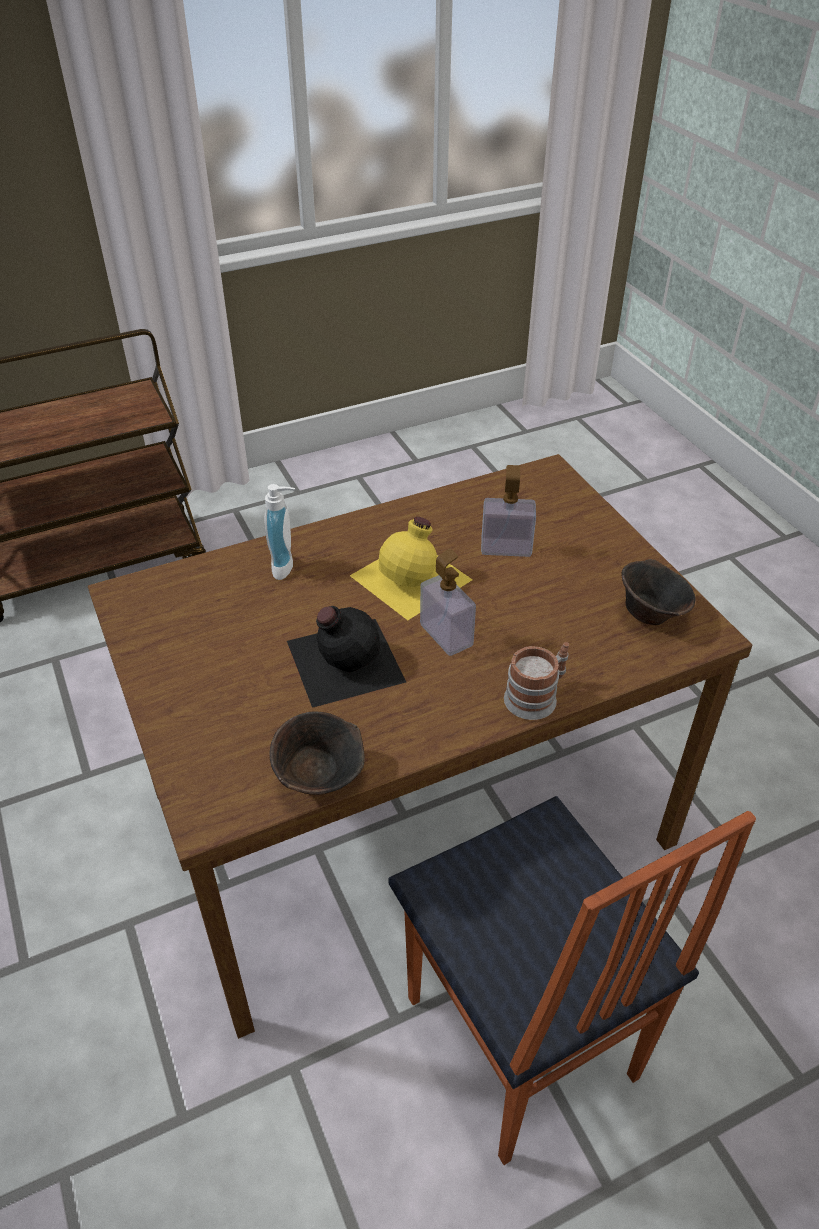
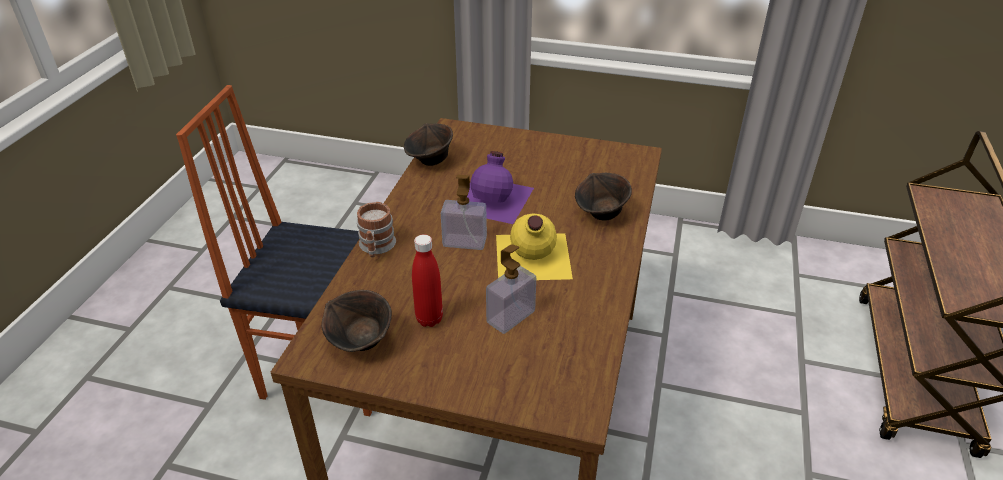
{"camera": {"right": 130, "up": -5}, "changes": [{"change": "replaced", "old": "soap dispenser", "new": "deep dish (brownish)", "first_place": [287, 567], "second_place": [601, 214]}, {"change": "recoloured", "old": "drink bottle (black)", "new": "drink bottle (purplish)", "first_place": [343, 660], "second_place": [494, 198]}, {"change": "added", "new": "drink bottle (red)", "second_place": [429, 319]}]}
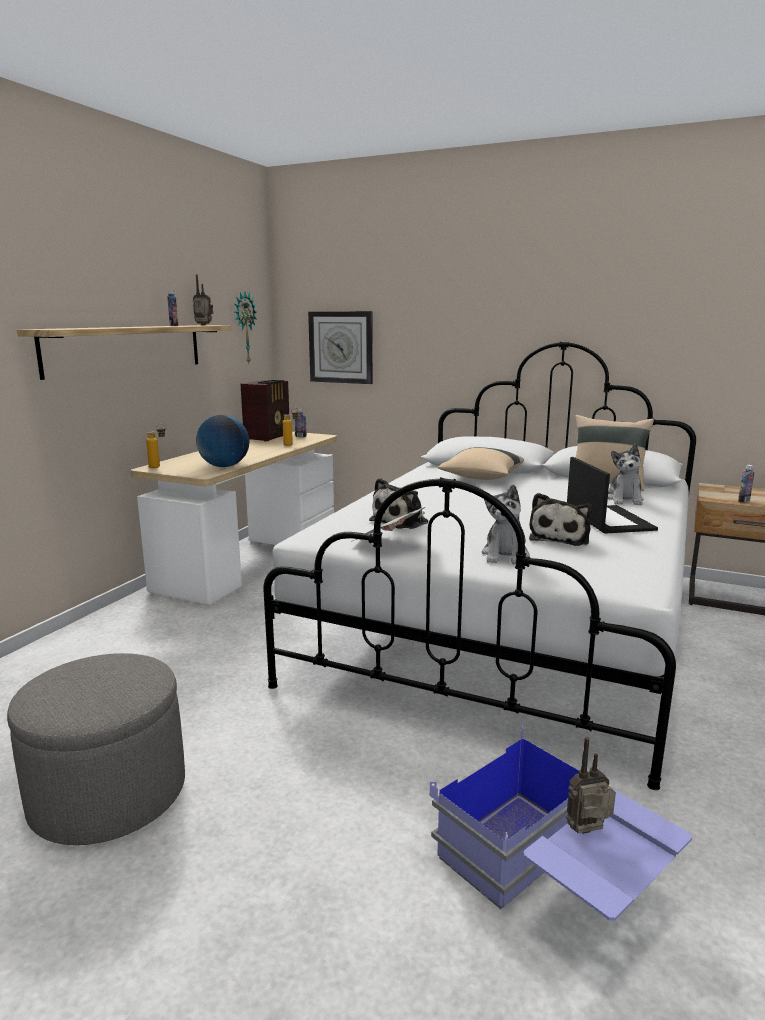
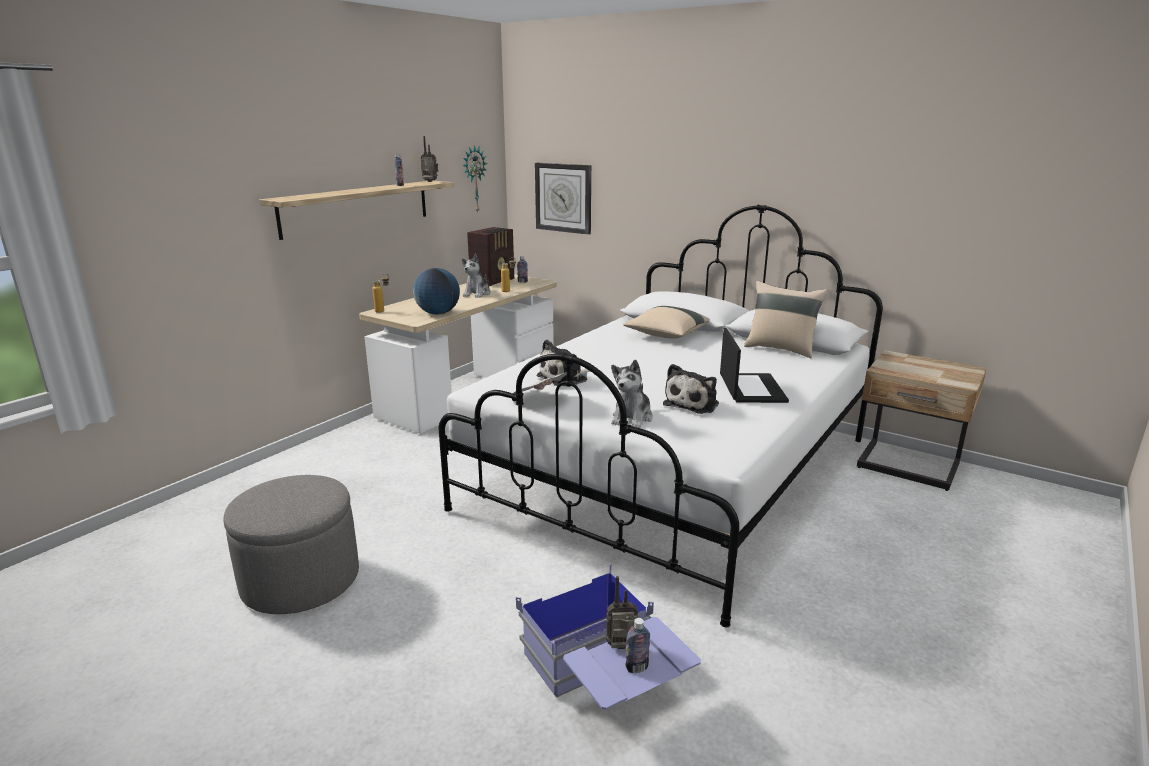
{"camera": {"right": 10, "up": 5}, "changes": [{"change": "moved", "old": "soft toy", "first_place": [624, 499], "second_place": [477, 294]}, {"change": "moved", "old": "drink bottle", "first_place": [743, 501], "second_place": [637, 668]}]}
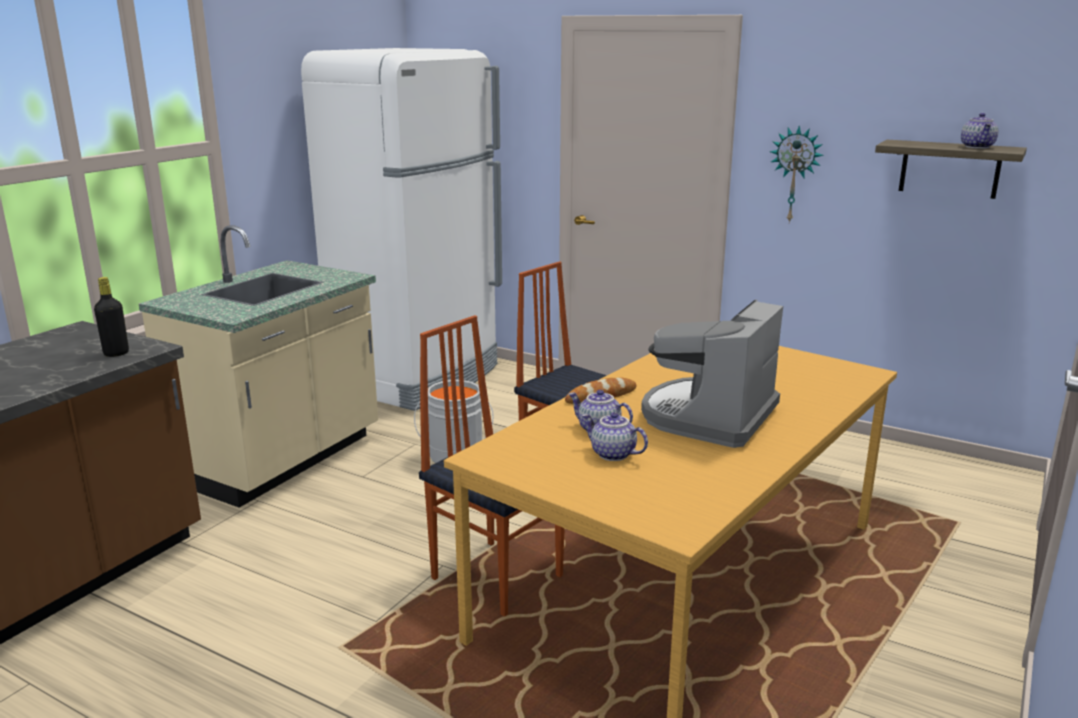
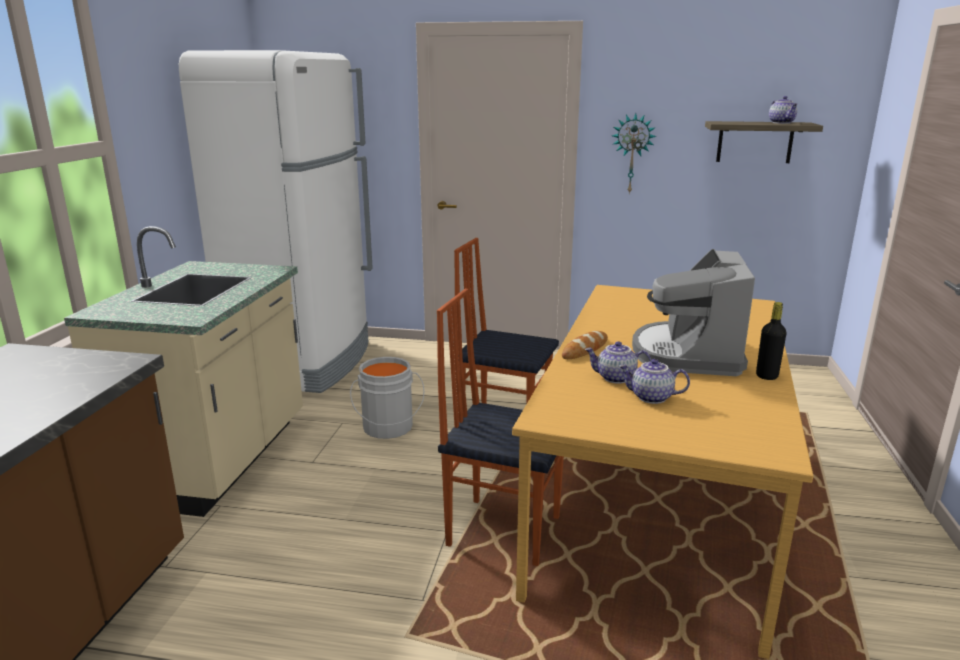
{"camera": {"right": -20, "up": 0}, "changes": [{"change": "moved", "old": "drink bottle (black)", "first_place": [116, 353], "second_place": [766, 376]}]}
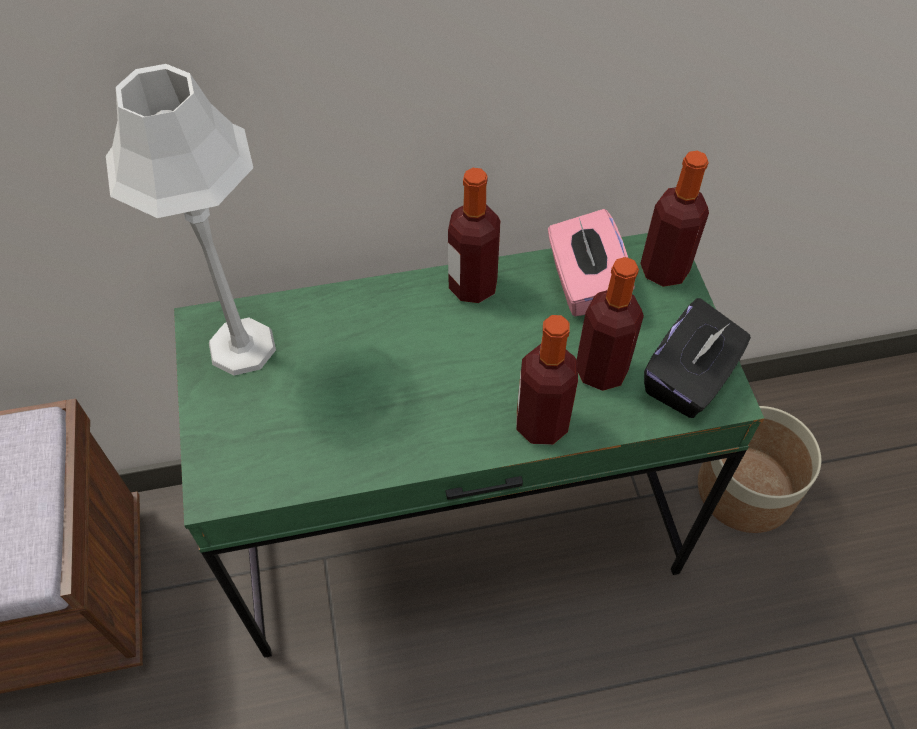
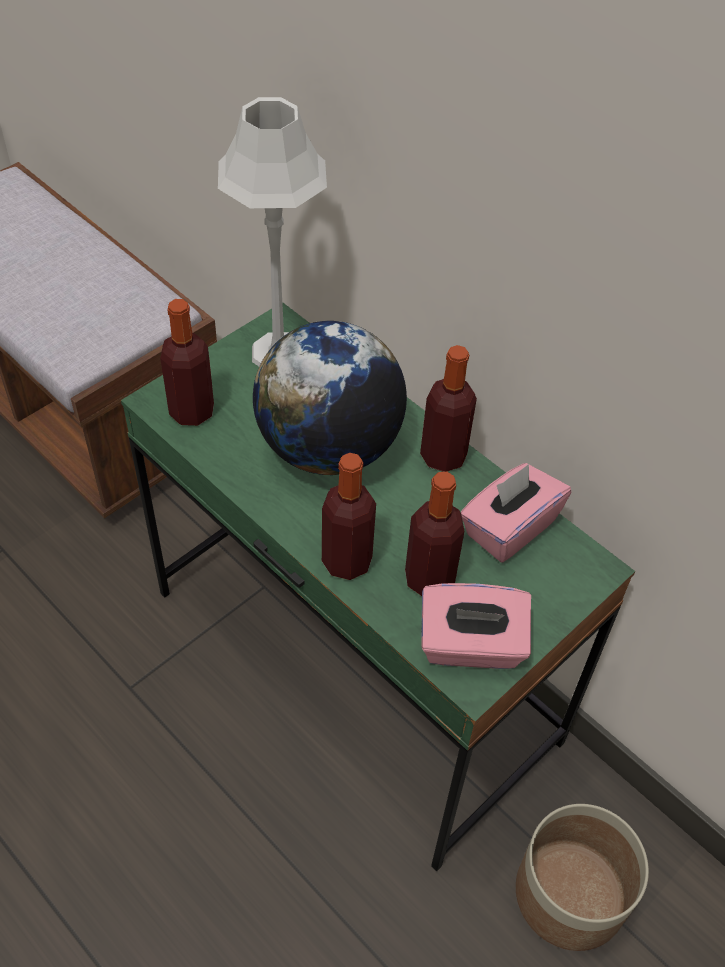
{"camera": {"right": 55, "up": -5}, "changes": [{"change": "moved", "old": "drink bottle", "first_place": [664, 270], "second_place": [192, 411]}, {"change": "recoloured", "old": "tissue box (black)", "new": "tissue box (pink-coloured)", "first_place": [689, 379], "second_place": [471, 646]}, {"change": "added", "new": "desk globe", "second_place": [328, 448]}]}
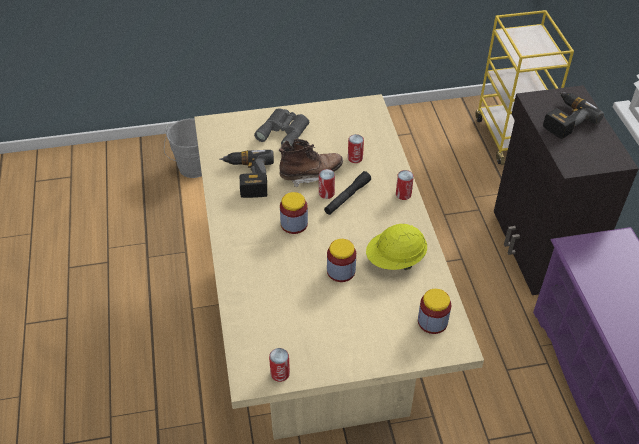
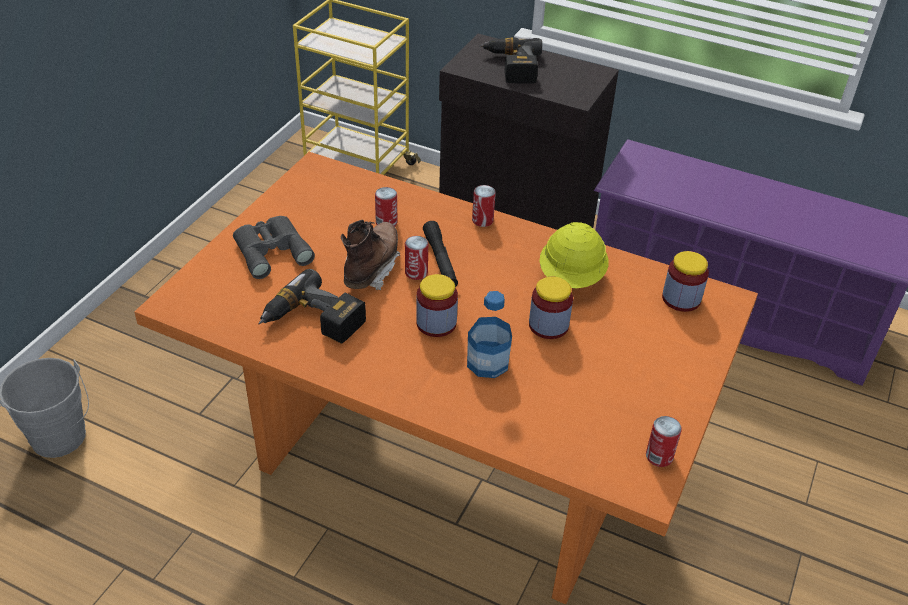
{"camera": {"right": -55, "up": -5}, "changes": [{"change": "recoloured", "old": "dining table (beige-coloured)", "new": "dining table (orange-coloured)", "first_place": [317, 326], "second_place": [444, 466]}, {"change": "added", "new": "drink bottle", "second_place": [487, 362]}]}
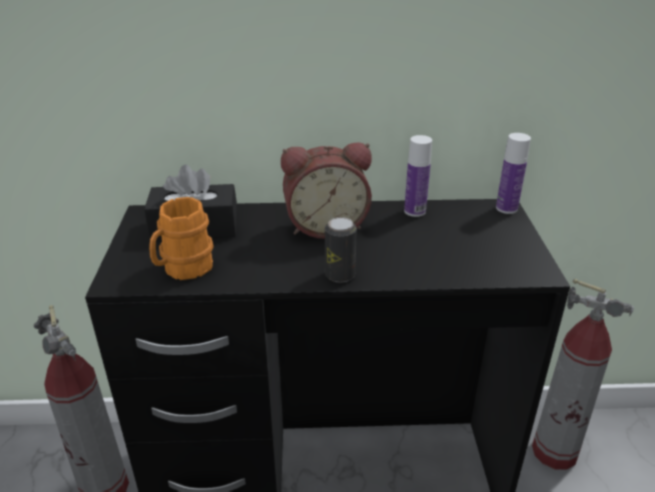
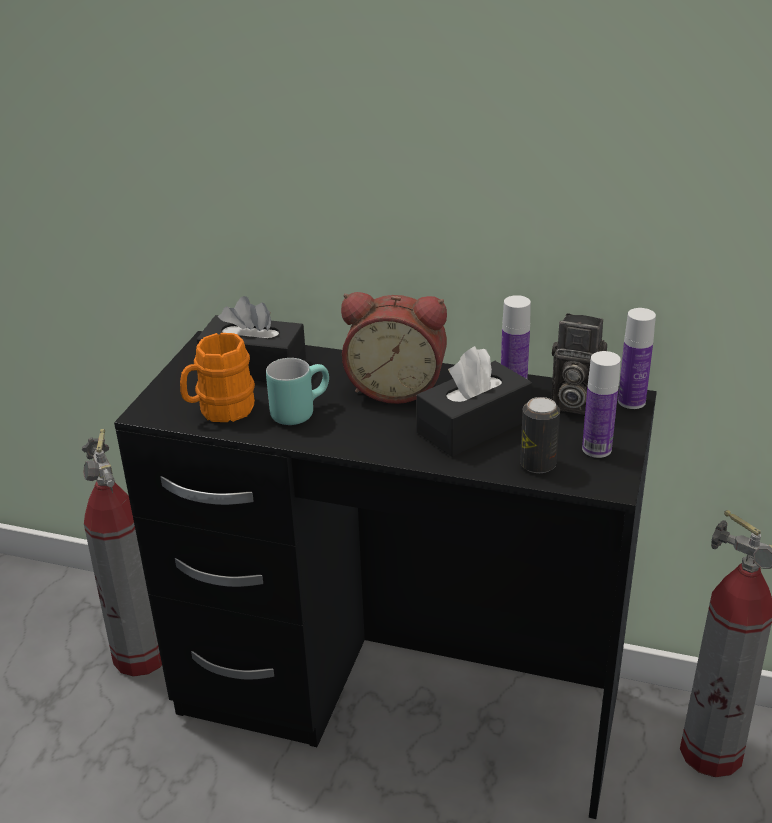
{"camera": {"right": 20, "up": 0}, "changes": [{"change": "moved", "old": "can", "first_place": [340, 275], "second_place": [537, 464]}, {"change": "added", "new": "tea mug (turquoise)", "second_place": [299, 410]}, {"change": "added", "new": "tissue box (black)", "second_place": [473, 426]}, {"change": "added", "new": "still camera", "second_place": [572, 403]}, {"change": "added", "new": "drink bottle", "second_place": [596, 449]}]}
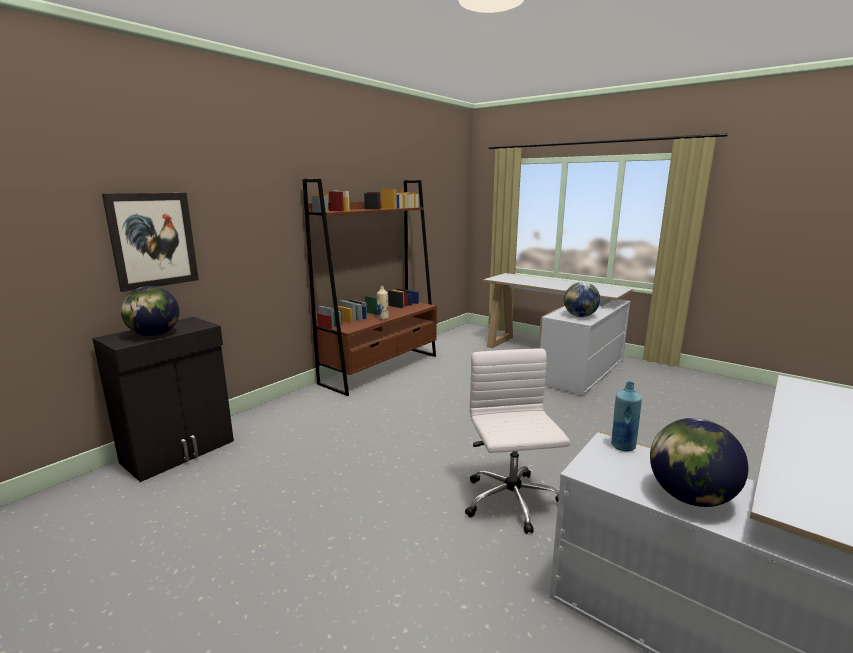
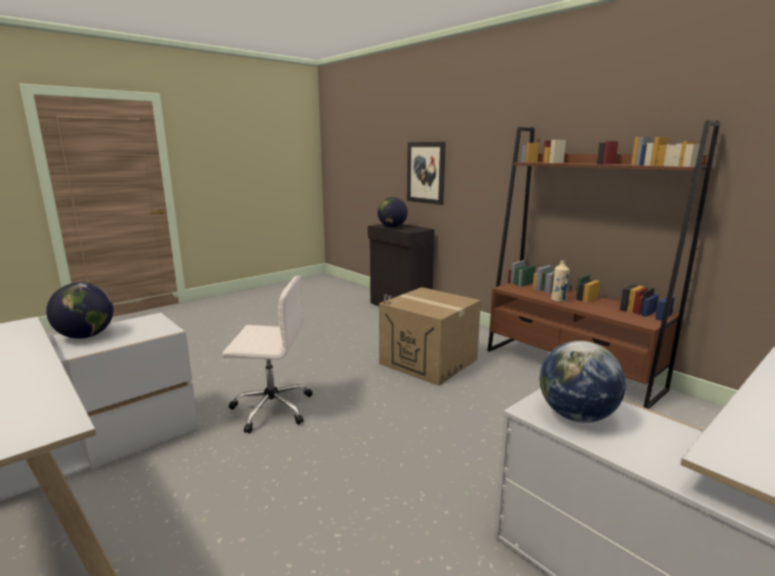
{"camera": {"right": 100, "up": 0}, "changes": [{"change": "removed", "old": "drink bottle (blue-coloured)", "first_place": [622, 446]}, {"change": "added", "new": "cardboard box", "second_place": [429, 361]}]}
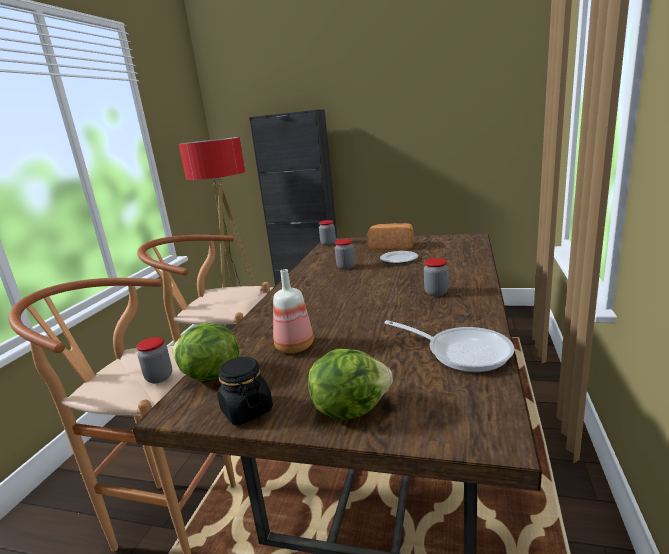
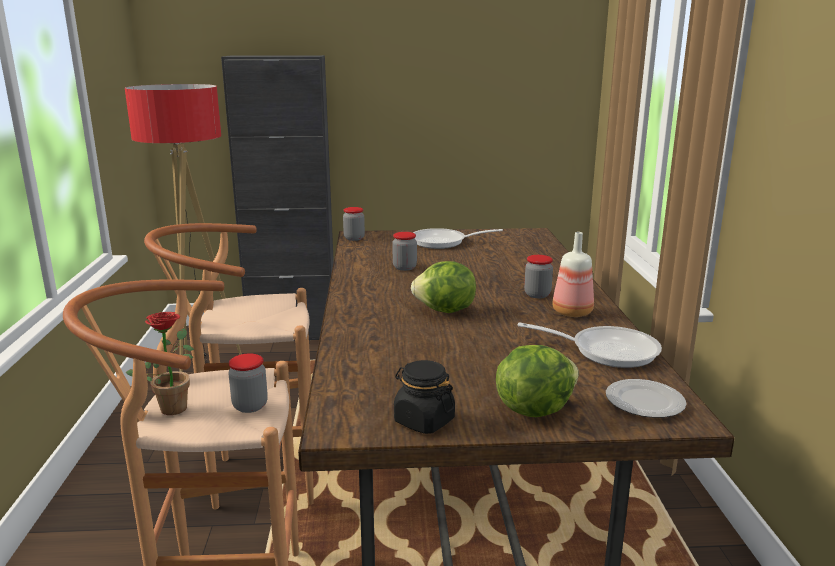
{"camera": {"right": -20, "up": 0}, "changes": [{"change": "moved", "old": "lettuce head", "first_place": [210, 376], "second_place": [445, 311]}, {"change": "moved", "old": "drink bottle", "first_place": [294, 347], "second_place": [573, 313]}, {"change": "replaced", "old": "bread", "new": "skillet", "first_place": [392, 246], "second_place": [443, 242]}, {"change": "moved", "old": "plate", "first_place": [398, 259], "second_place": [644, 403]}, {"change": "added", "new": "houseplant", "second_place": [174, 406]}]}
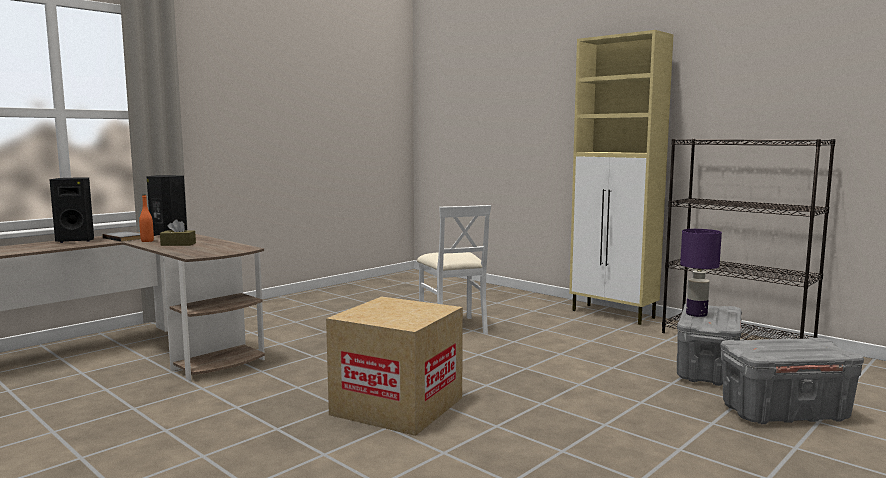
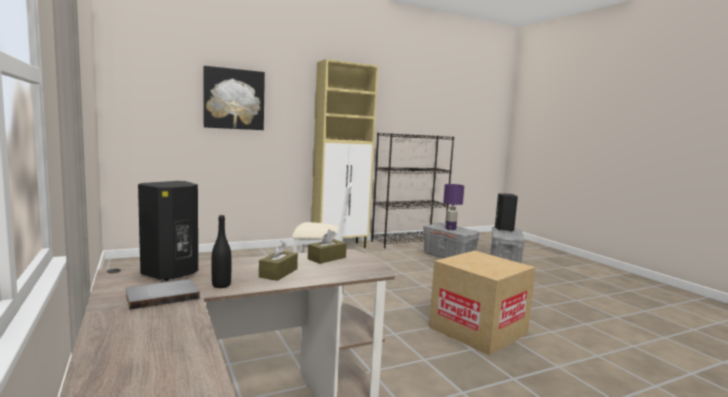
{"camera": {"right": -70, "up": 0}, "changes": [{"change": "moved", "old": "loudspeaker (black)", "first_place": [76, 240], "second_place": [503, 229]}, {"change": "recoloured", "old": "drink bottle (orange-coloured)", "new": "drink bottle (black)", "first_place": [147, 241], "second_place": [221, 285]}, {"change": "added", "new": "wall art", "second_place": [234, 99]}, {"change": "added", "new": "tissue box (brownish)", "second_place": [327, 258]}]}
